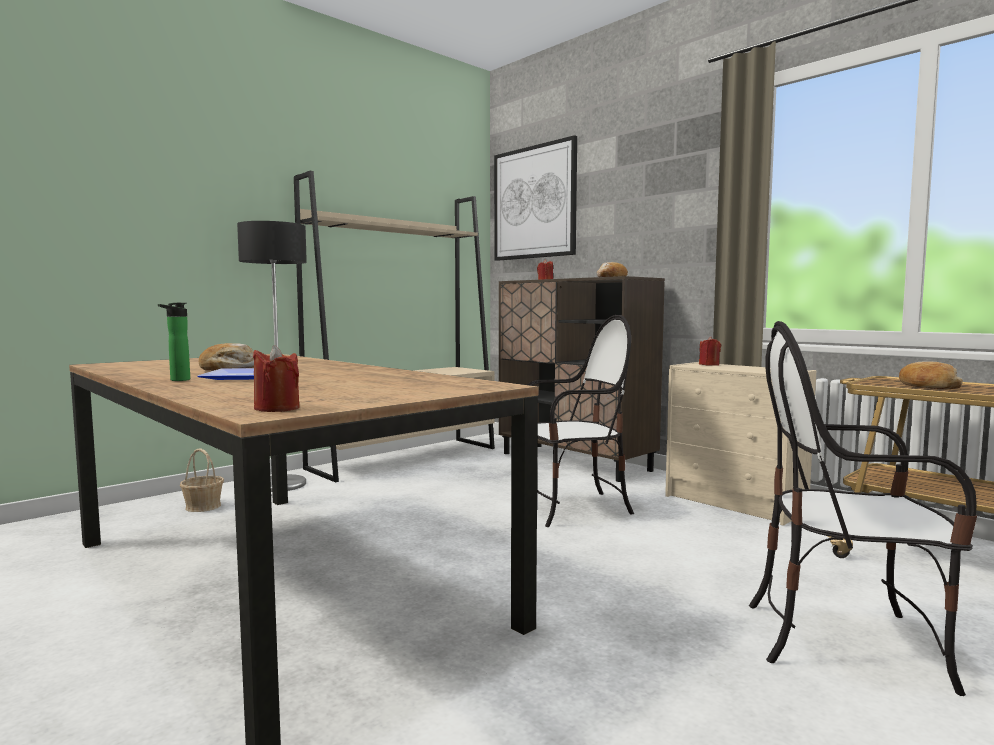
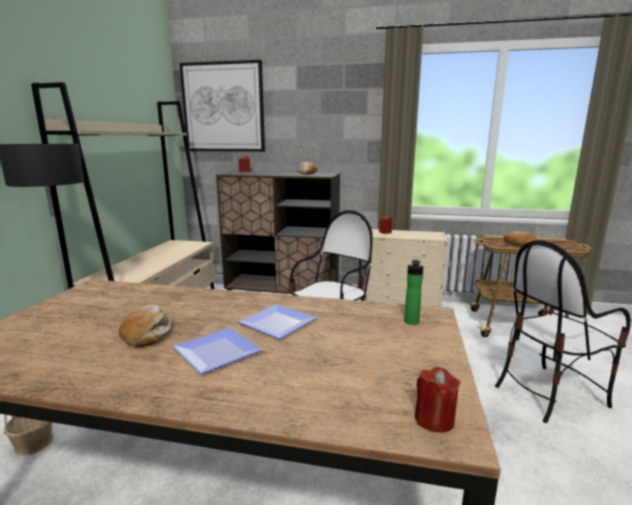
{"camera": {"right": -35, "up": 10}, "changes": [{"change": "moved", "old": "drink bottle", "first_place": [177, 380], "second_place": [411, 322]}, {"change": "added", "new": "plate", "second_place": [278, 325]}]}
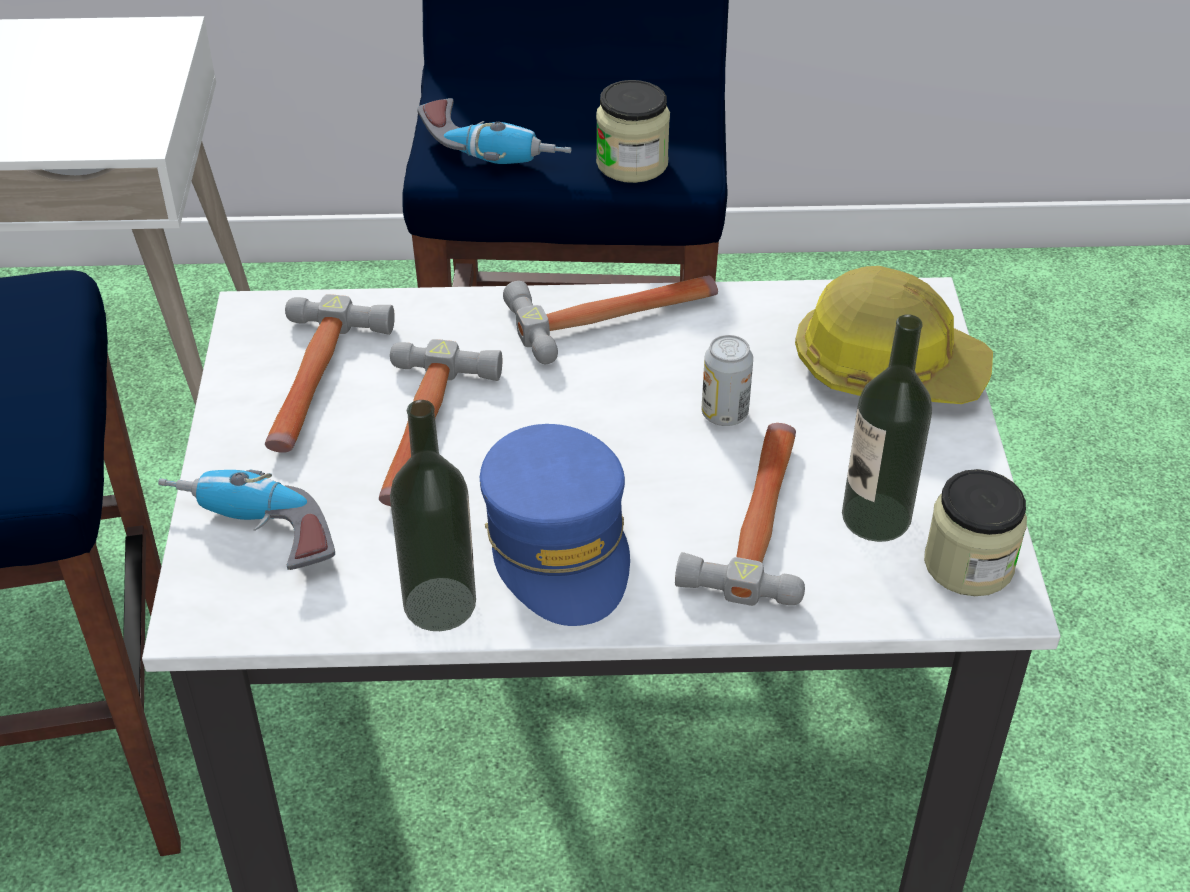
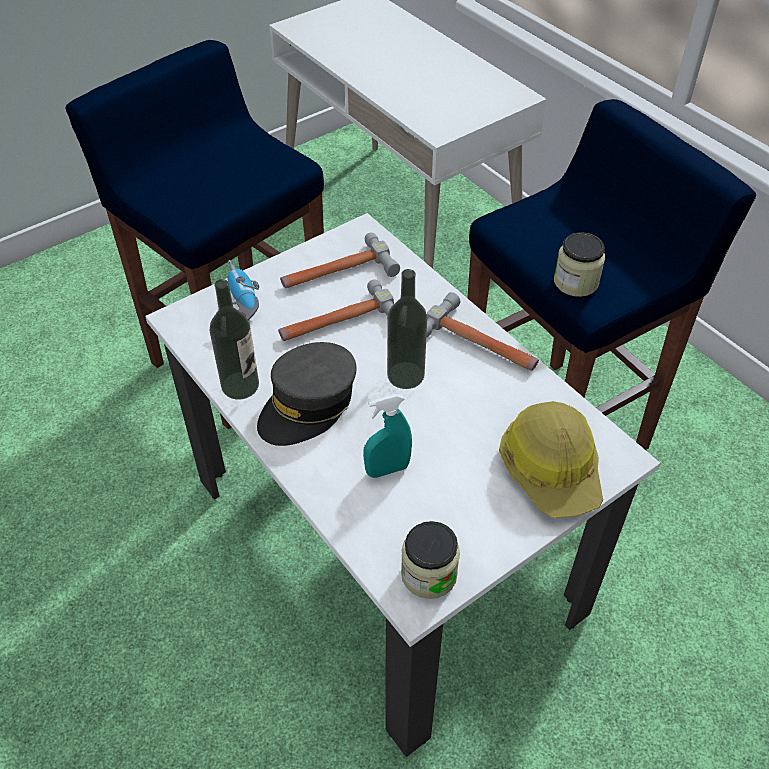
{"camera": {"right": 55, "up": 5}, "changes": [{"change": "removed", "old": "power drill", "first_place": [493, 149]}, {"change": "recoloured", "old": "baseball cap (blue-coloured)", "new": "baseball cap (grey)", "first_place": [559, 544], "second_place": [308, 405]}, {"change": "replaced", "old": "hand hammer", "new": "spray bottle (turquoise)", "first_place": [758, 518], "second_place": [387, 469]}, {"change": "removed", "old": "can", "first_place": [724, 414]}, {"change": "moved", "old": "drink bottle", "first_place": [876, 517], "second_place": [405, 375]}]}
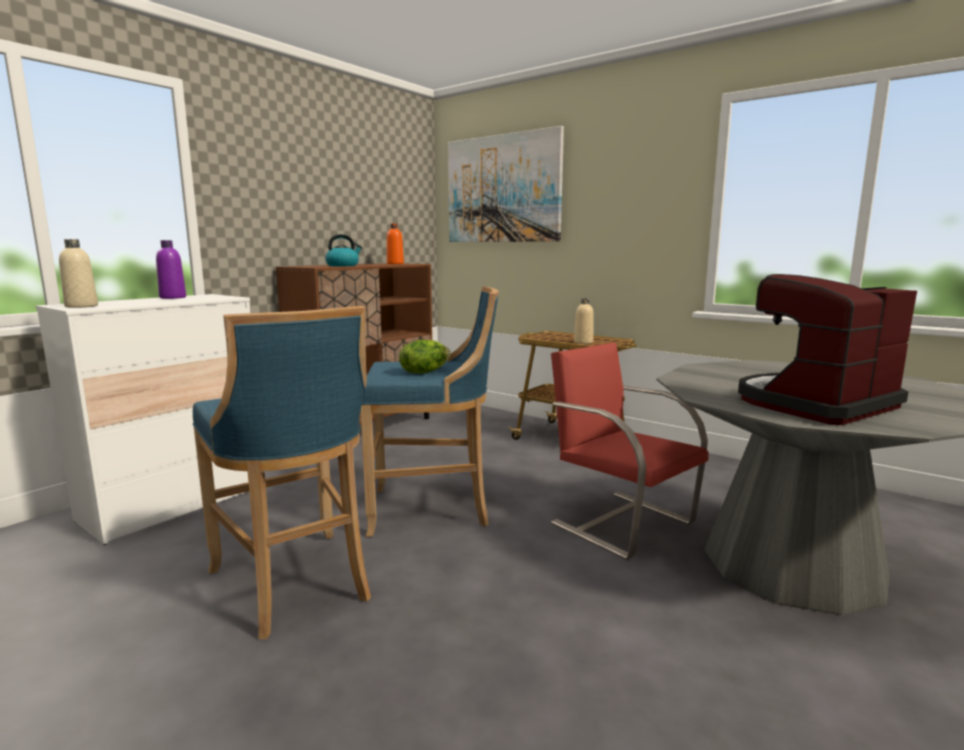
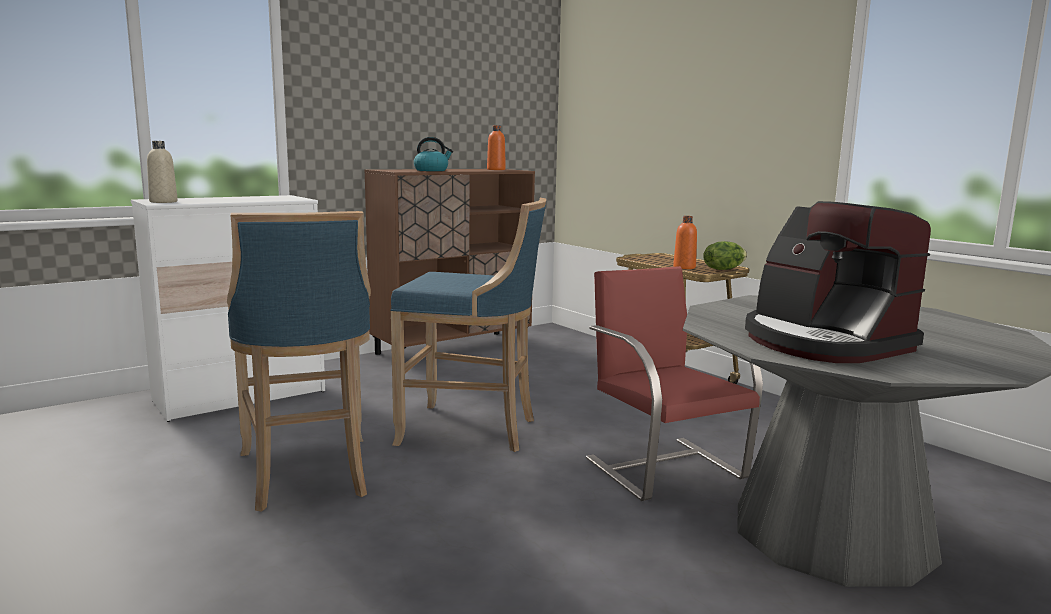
{"camera": {"right": 15, "up": 0}, "changes": [{"change": "removed", "old": "drink bottle (purplish)", "first_place": [173, 297]}, {"change": "moved", "old": "lettuce head", "first_place": [424, 372], "second_place": [723, 269]}, {"change": "removed", "old": "wall art", "first_place": [503, 189]}, {"change": "recoloured", "old": "drink bottle (beige-coloured)", "new": "drink bottle (orange-coloured)", "first_place": [583, 342], "second_place": [684, 267]}, {"change": "turned", "old": "coffee machine", "first_place": [814, 404], "second_place": [823, 342], "degrees": -105}]}
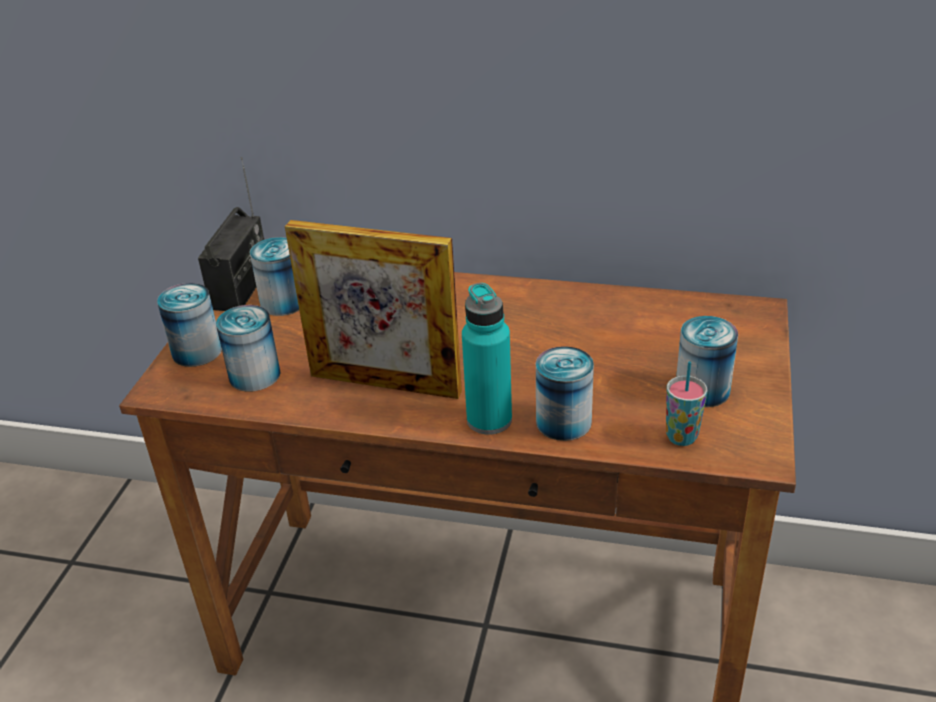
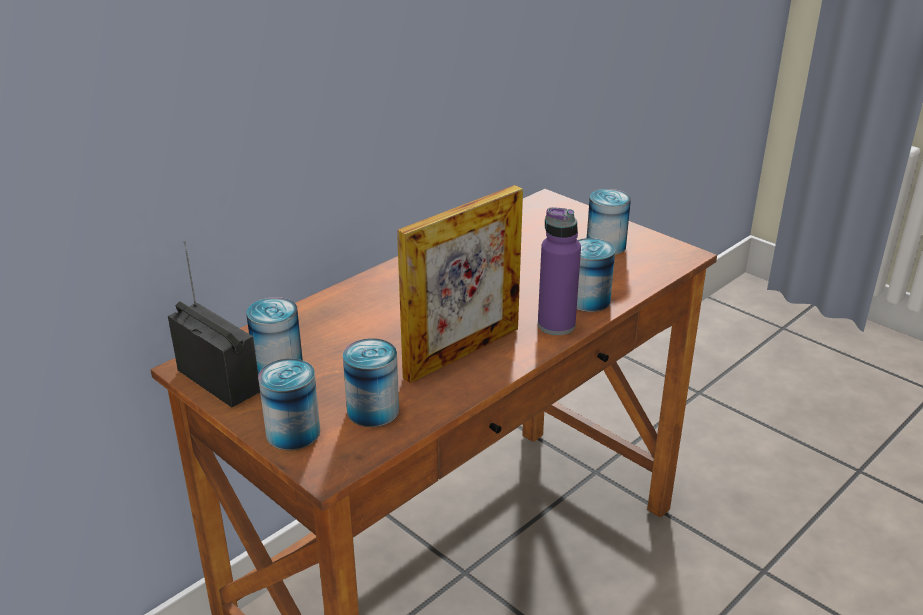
{"camera": {"right": -60, "up": -5}, "changes": [{"change": "recoloured", "old": "drink bottle (turquoise)", "new": "drink bottle (purplish)", "first_place": [489, 420], "second_place": [556, 325]}, {"change": "removed", "old": "drinking cup", "first_place": [681, 437]}]}
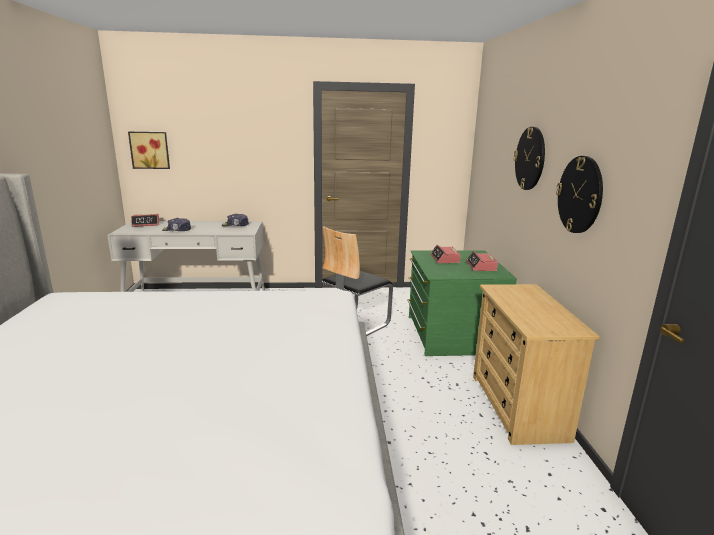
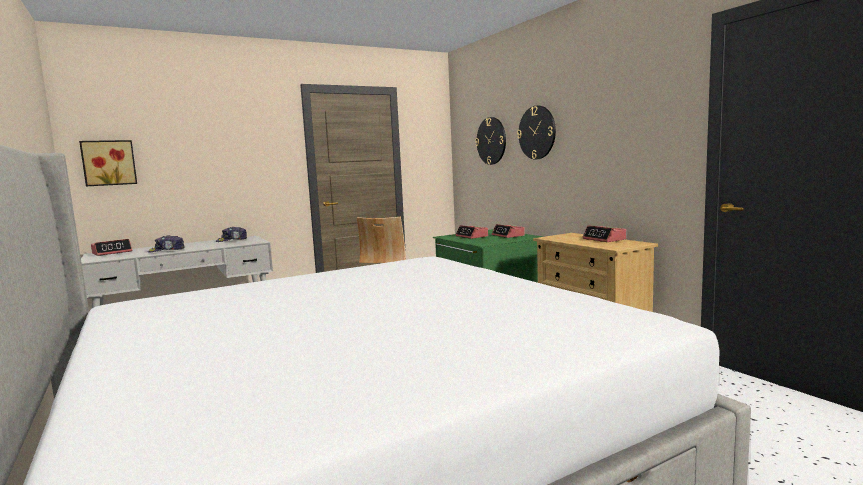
{"camera": {"right": -25, "up": -10}, "changes": [{"change": "moved", "old": "wall clock", "first_place": [580, 194], "second_place": [491, 141]}, {"change": "added", "new": "bedside clock", "second_place": [604, 239]}]}
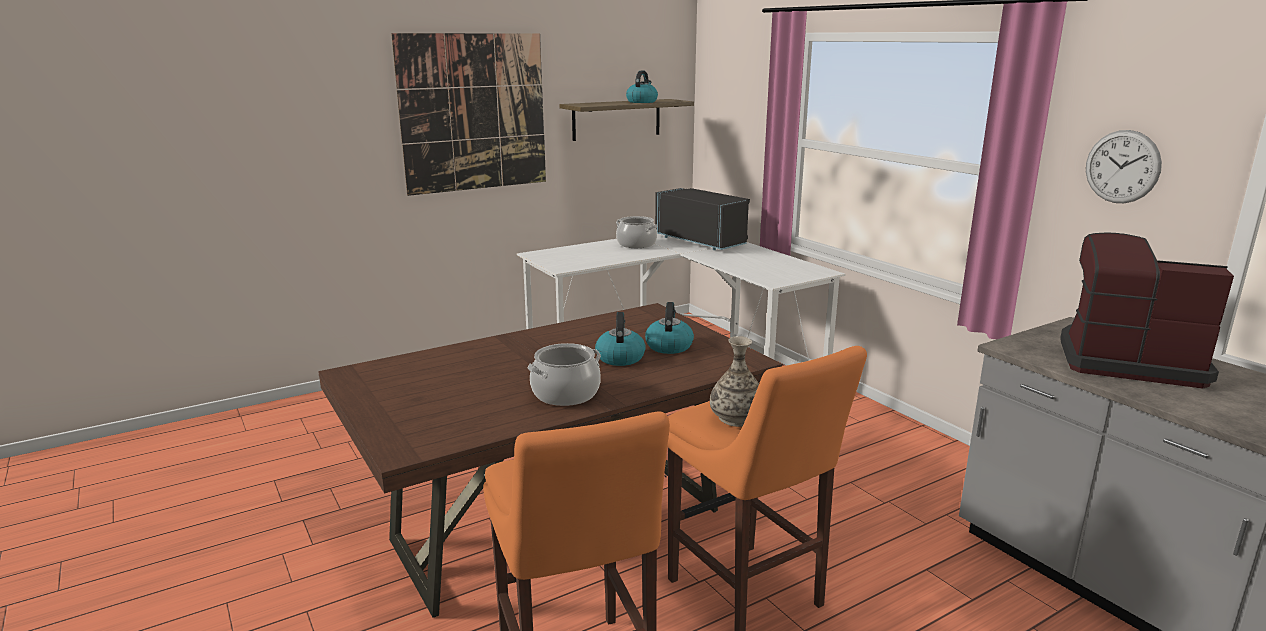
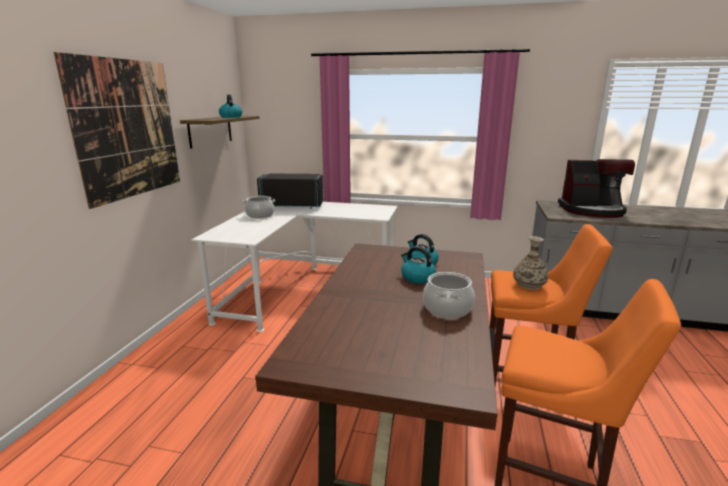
{"camera": {"right": -45, "up": 0}, "changes": [{"change": "turned", "old": "coffee machine", "first_place": [1127, 361], "second_place": [592, 210], "degrees": -150}, {"change": "removed", "old": "wall clock", "first_place": [1122, 167]}]}
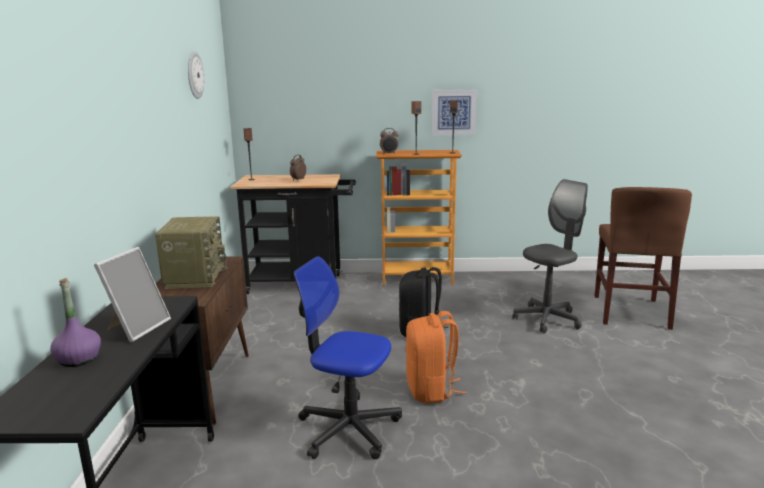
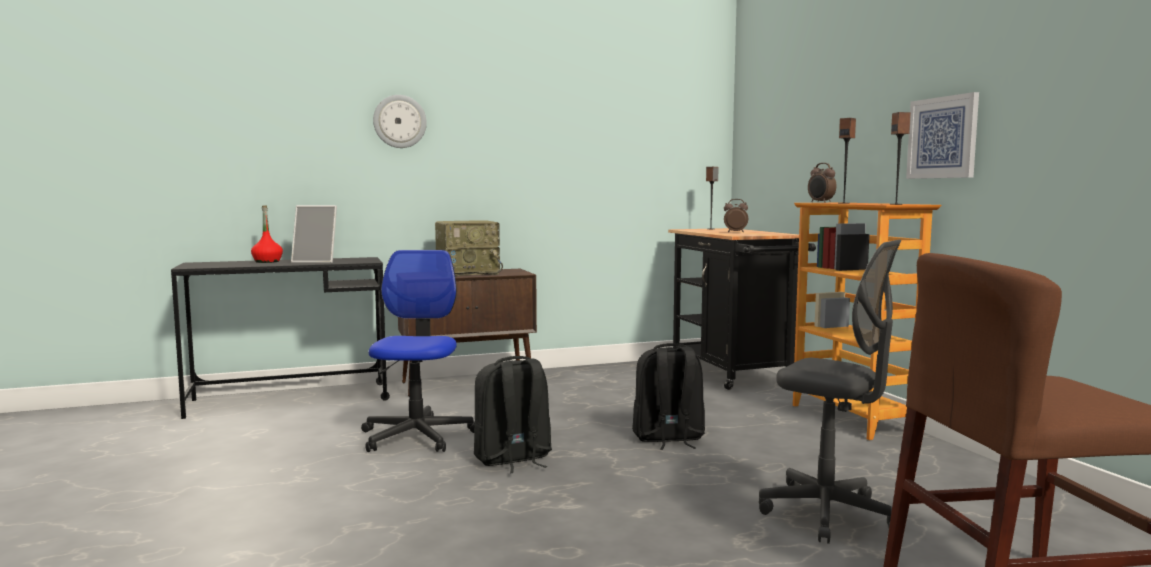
{"camera": {"right": 70, "up": -10}, "changes": [{"change": "recoloured", "old": "drink bottle (purplish)", "new": "drink bottle (red)", "first_place": [78, 359], "second_place": [267, 261]}, {"change": "moved", "old": "wall clock", "first_place": [194, 75], "second_place": [399, 121]}, {"change": "recoloured", "old": "backpack (orange-coloured)", "new": "backpack (black)", "first_place": [431, 390], "second_place": [512, 459]}]}
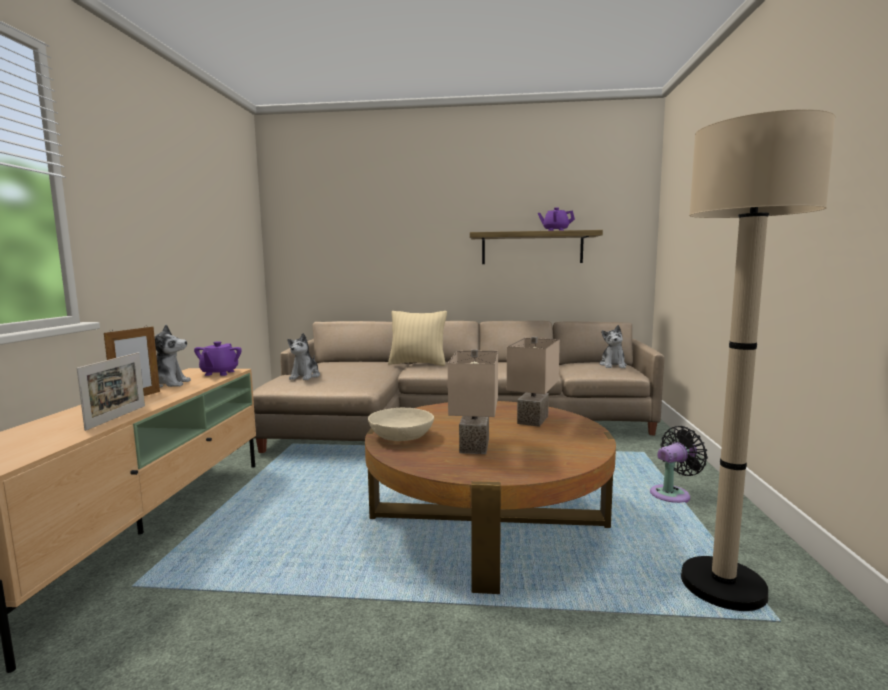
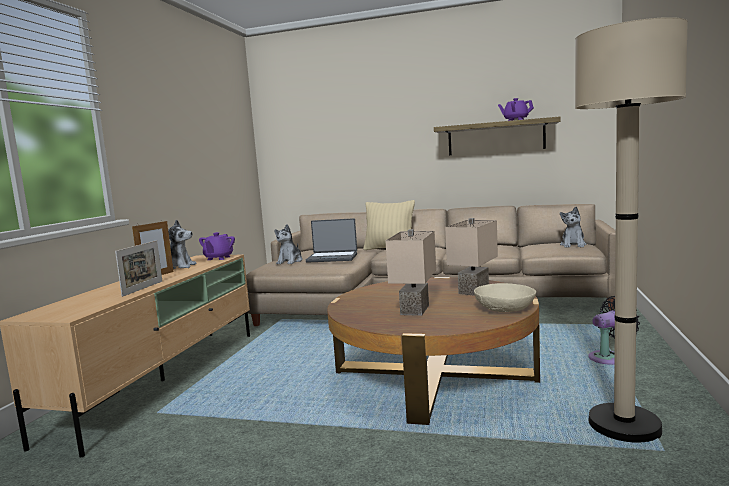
{"camera": {"right": 10, "up": 0}, "changes": [{"change": "moved", "old": "deep dish (beige-coloured)", "first_place": [401, 437], "second_place": [505, 309]}, {"change": "added", "new": "portable computer", "second_place": [332, 258]}]}
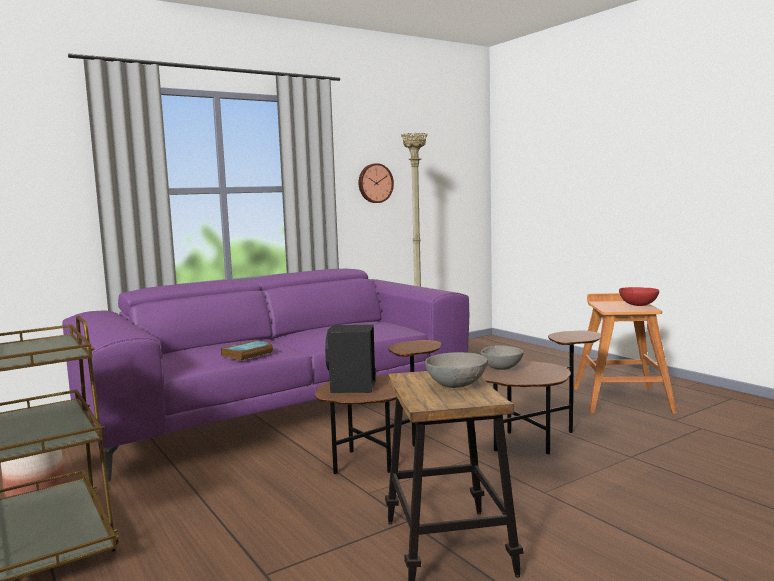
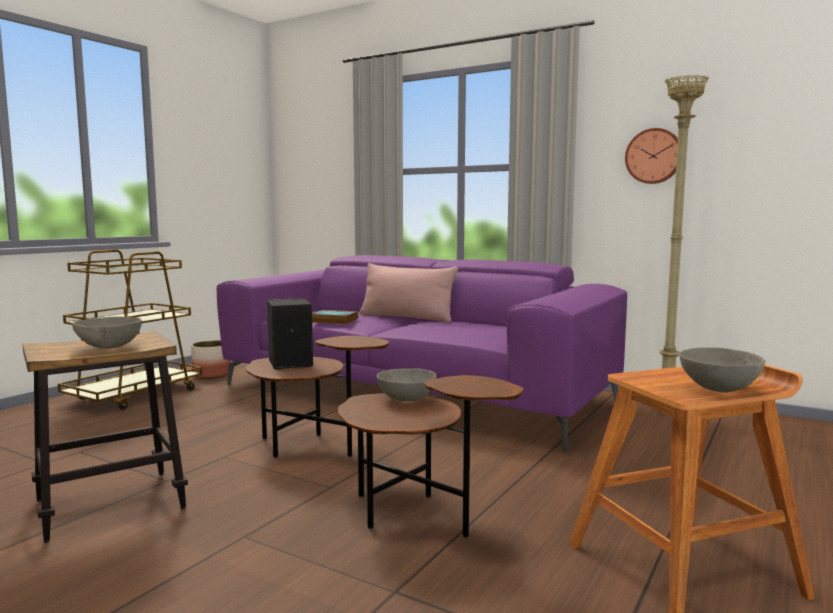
{"camera": {"right": 65, "up": 0}, "changes": [{"change": "recoloured", "old": "deep dish (red)", "new": "deep dish (grey)", "first_place": [637, 305], "second_place": [719, 389]}, {"change": "added", "new": "pillow (pink-coloured)", "second_place": [406, 317]}]}
